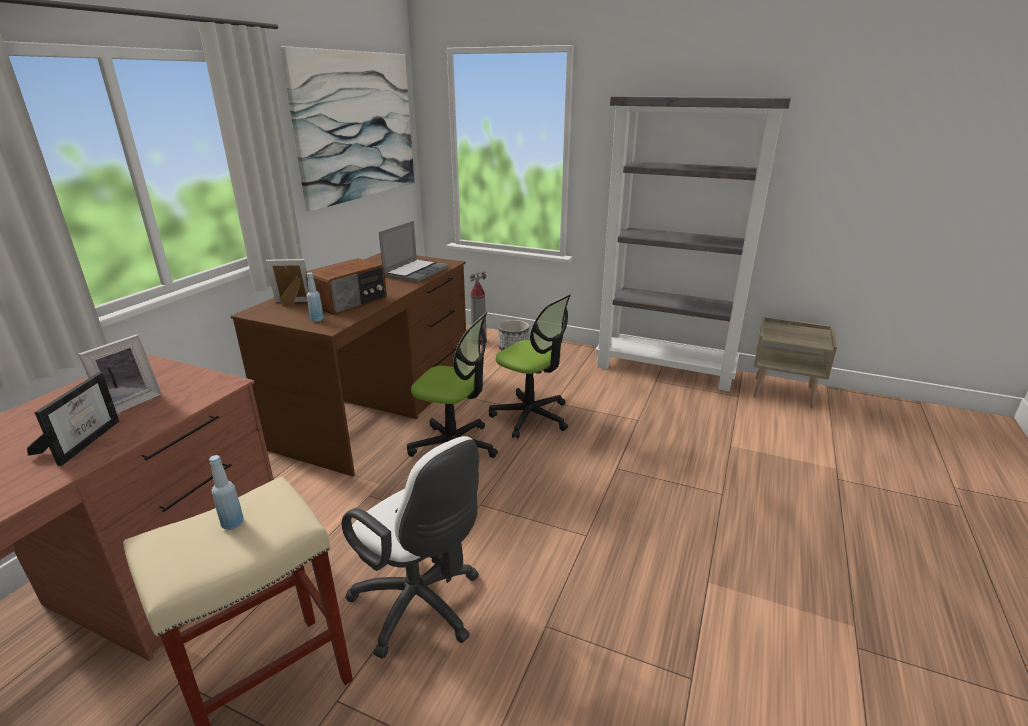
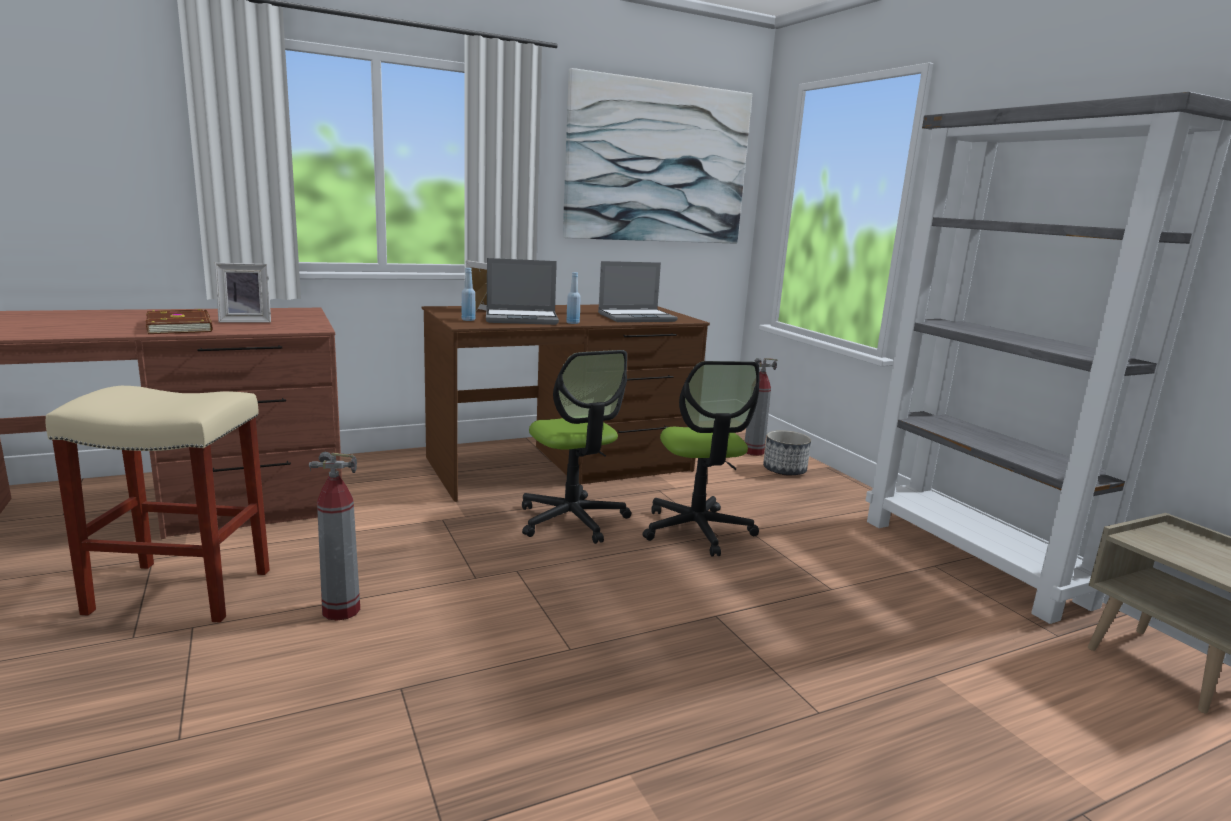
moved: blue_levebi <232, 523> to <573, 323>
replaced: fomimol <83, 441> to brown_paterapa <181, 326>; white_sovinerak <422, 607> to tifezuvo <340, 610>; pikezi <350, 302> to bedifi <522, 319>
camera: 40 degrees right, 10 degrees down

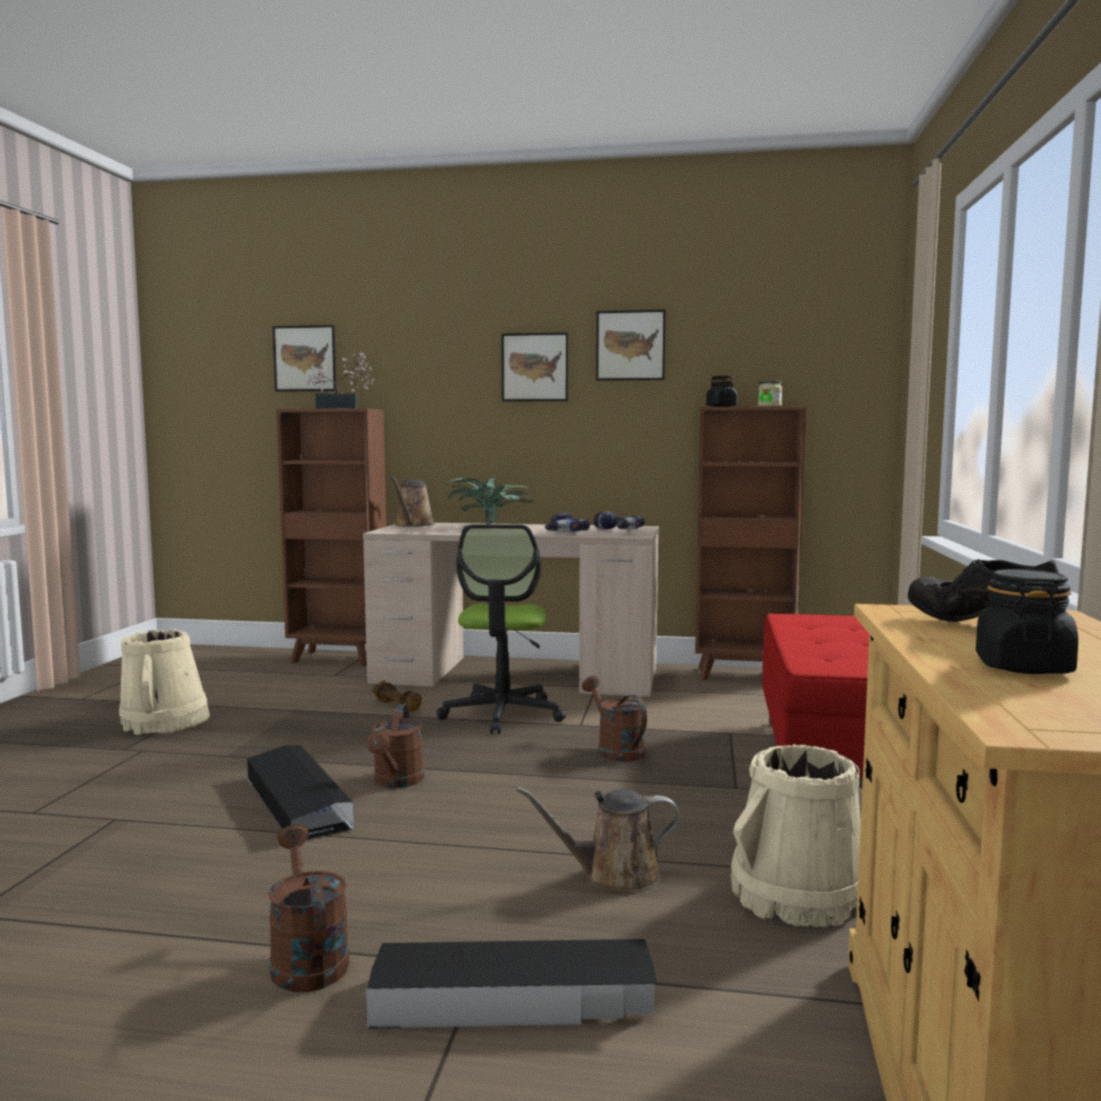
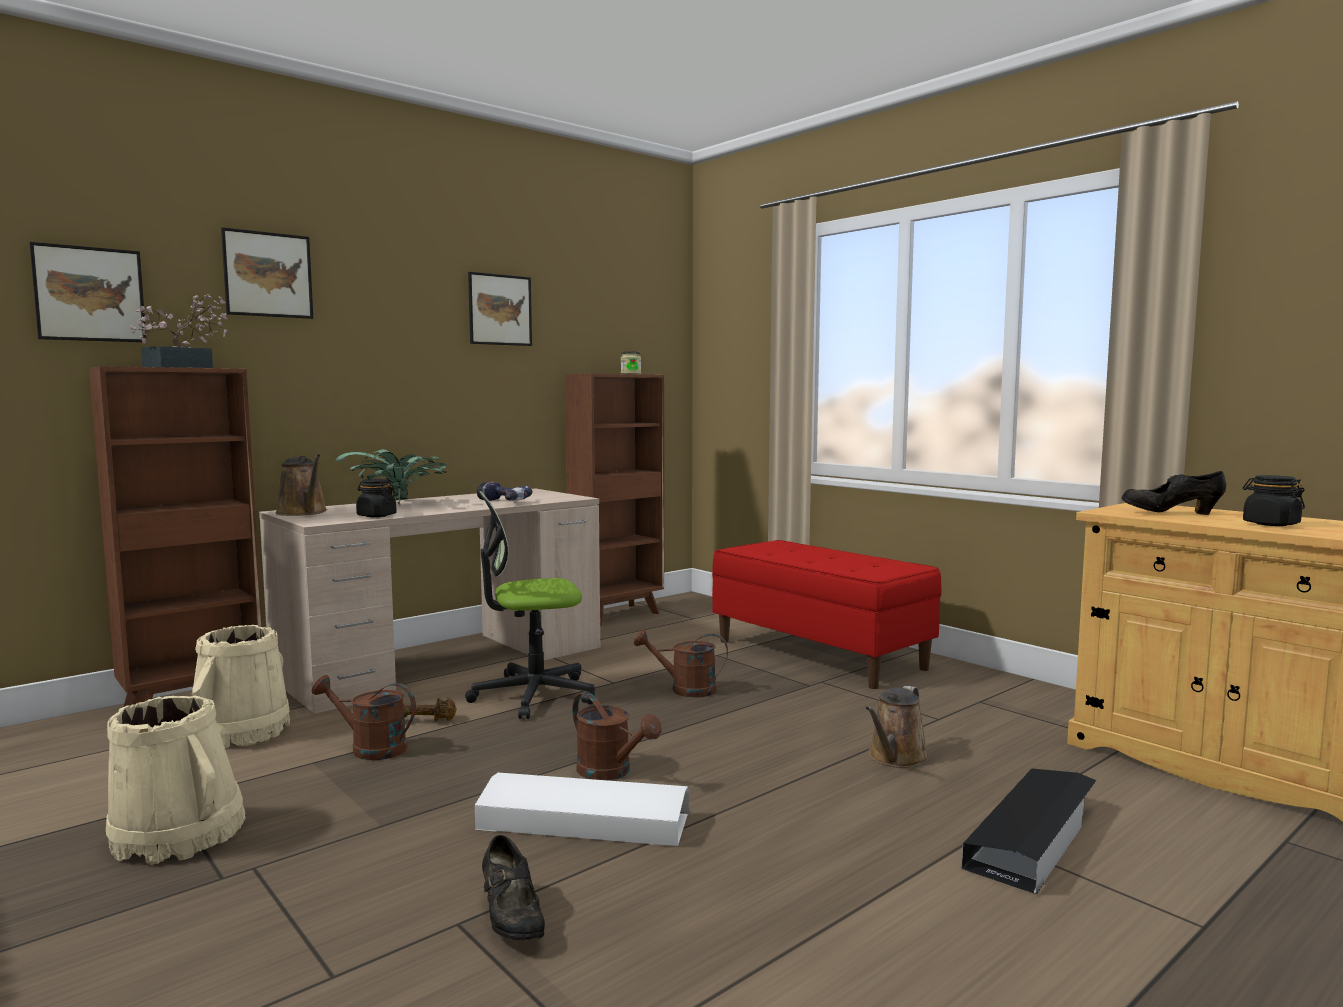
removed: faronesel <614, 531>
added: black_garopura <511, 921>
moved: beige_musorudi <796, 895> to <239, 732>; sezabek <535, 367> to <268, 274>; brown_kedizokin <306, 958> to <370, 748>; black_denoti <721, 407> to <376, 516>
recoloured: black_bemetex <297, 802> to white_bemetex <582, 822>
turned: sovinerak <502, 714> = <533, 695> 120 degrees clockwise
camera: 50 degrees left, 0 degrees up

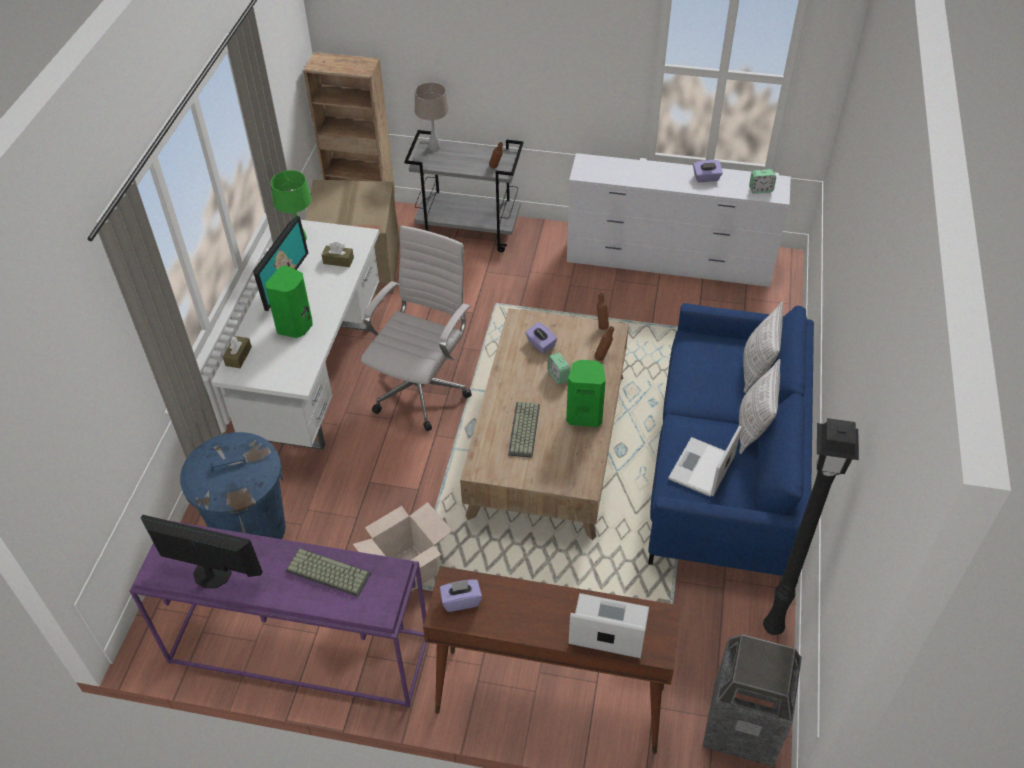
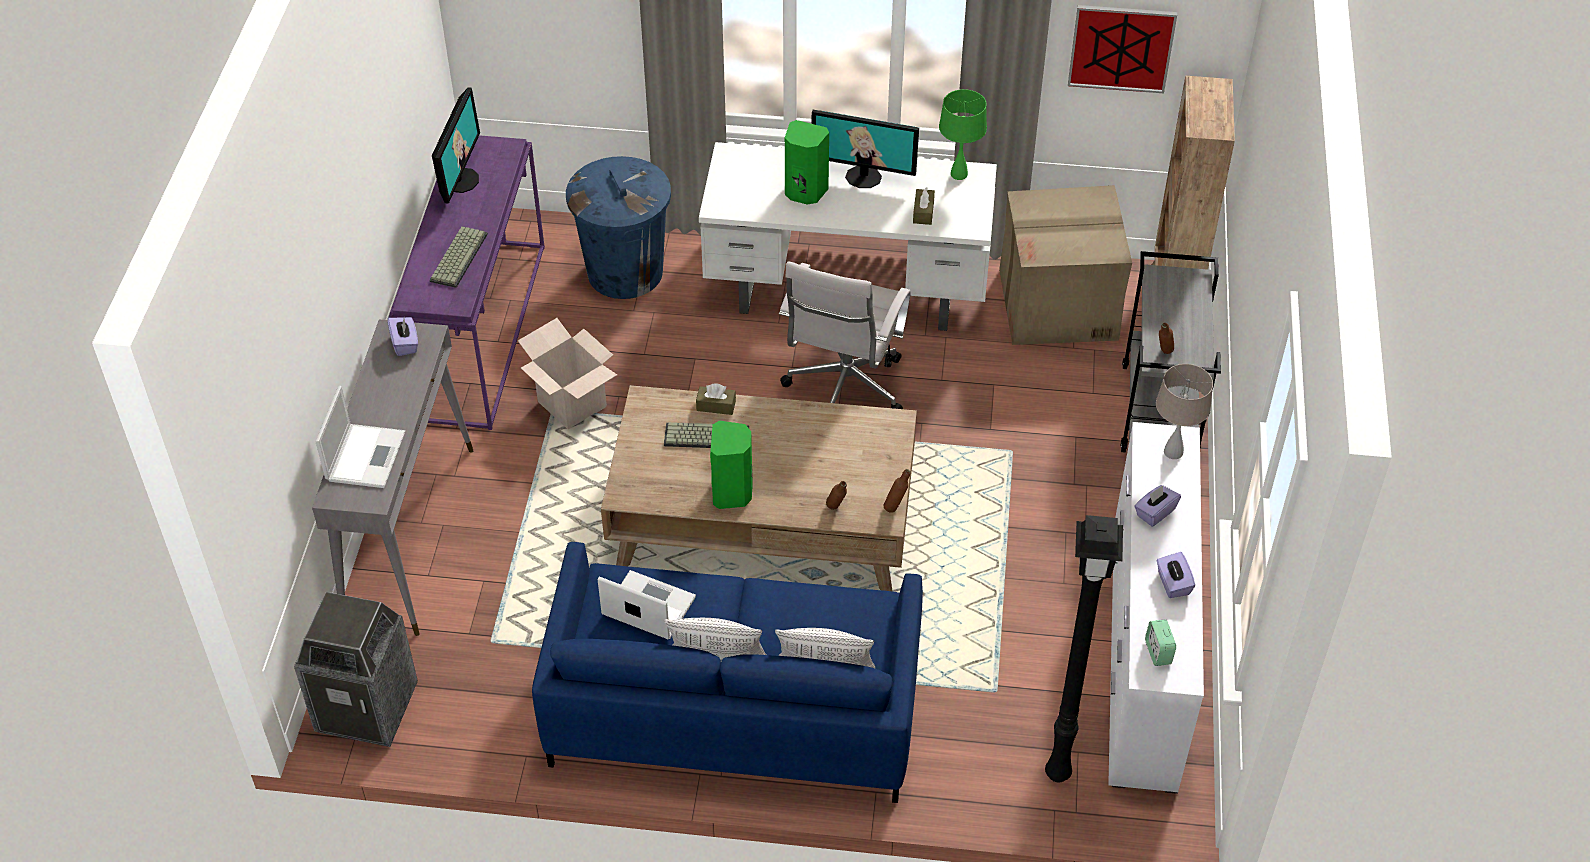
removed: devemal <558, 376>
added: sezabek <1121, 48>
moved: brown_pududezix <238, 356> to <716, 406>; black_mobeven <774, 629> to <1056, 774>; purple_pududezix <540, 344> to <1155, 513>; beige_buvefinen <434, 147> to <1173, 452>
recoloured: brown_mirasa <548, 700> to grey_mirasa <410, 534>
turned: white_sovinerak <423, 389> = <844, 391> 90 degrees clockwise
camera: 85 degrees right, 0 degrees up

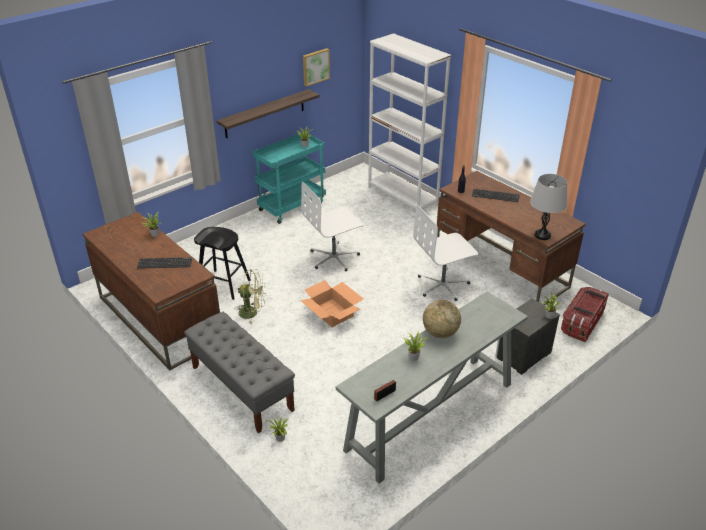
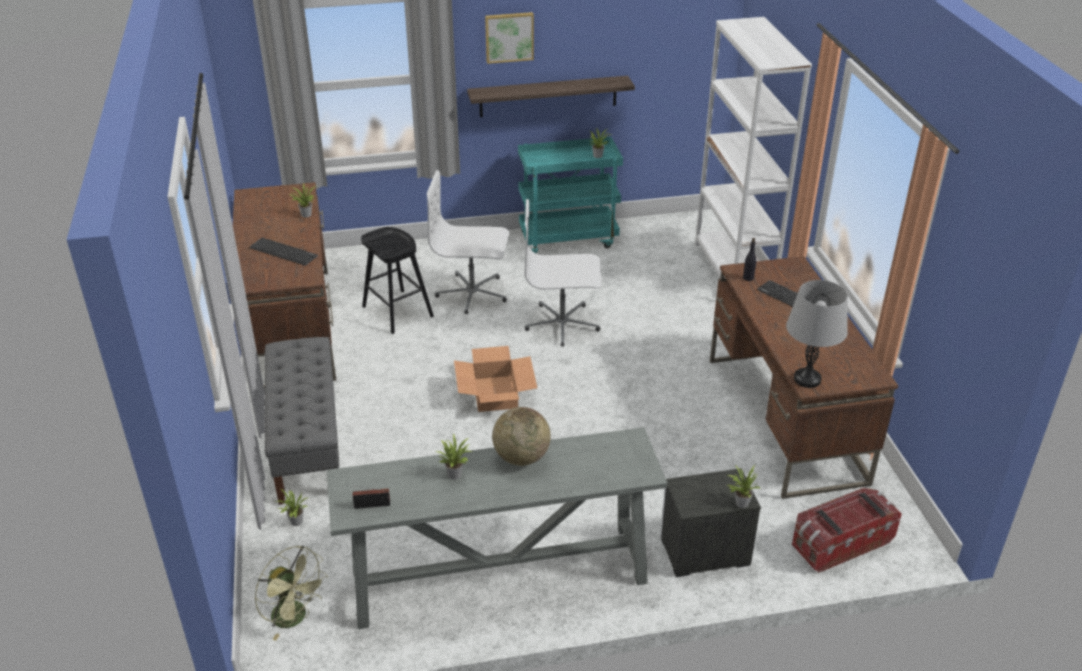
moved: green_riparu <252, 312> to <295, 618>; white_sovinerak <443, 285> to <472, 293>; sezabek <315, 66> to <509, 37>
camera: 30 degrees right, 0 degrees up

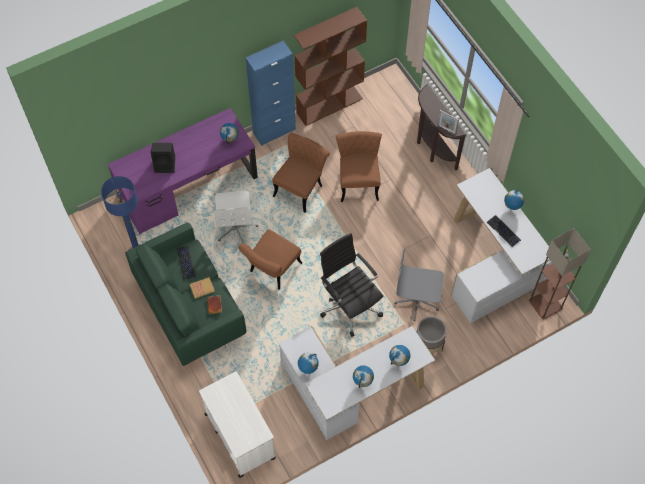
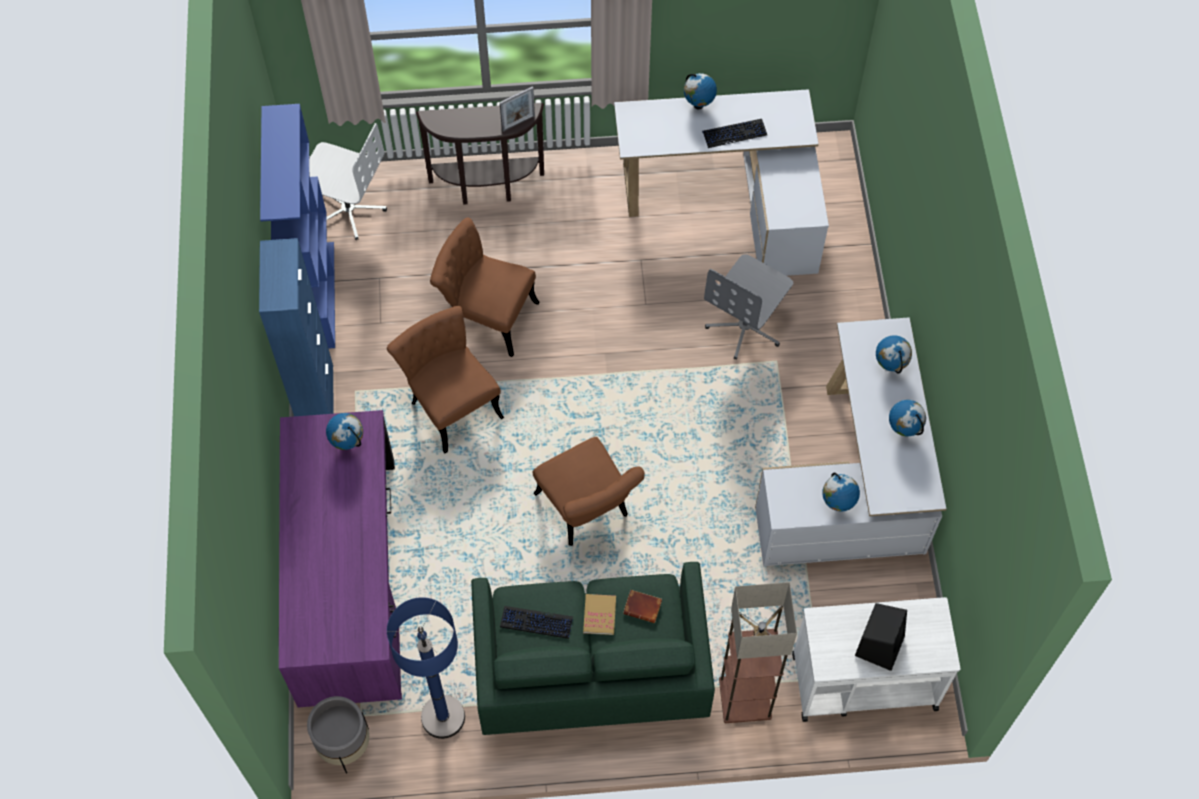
removed: black_sovinerak <350, 305>
moved: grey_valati <428, 344> to <344, 745>; white_sovinerak <236, 227> to <348, 209>; mobeven <544, 304> to <744, 699>; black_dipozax <165, 164> to <879, 644>
recoloured: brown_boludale <329, 105> to blue_boludale <316, 295>
camera: 65 degrees left, 0 degrees up

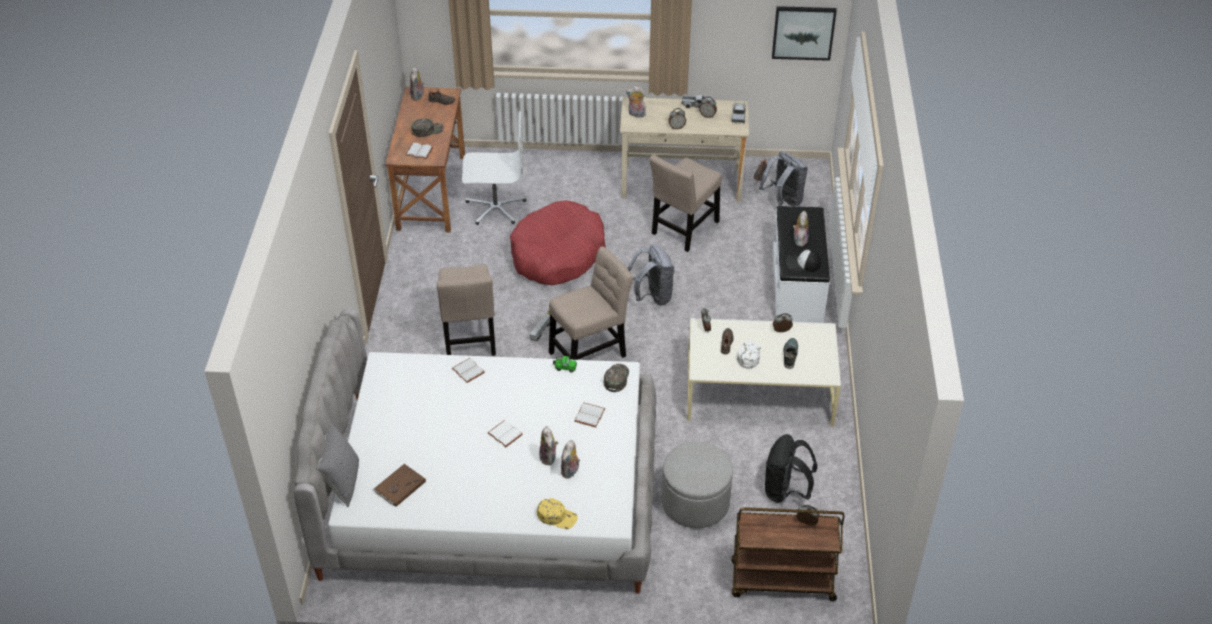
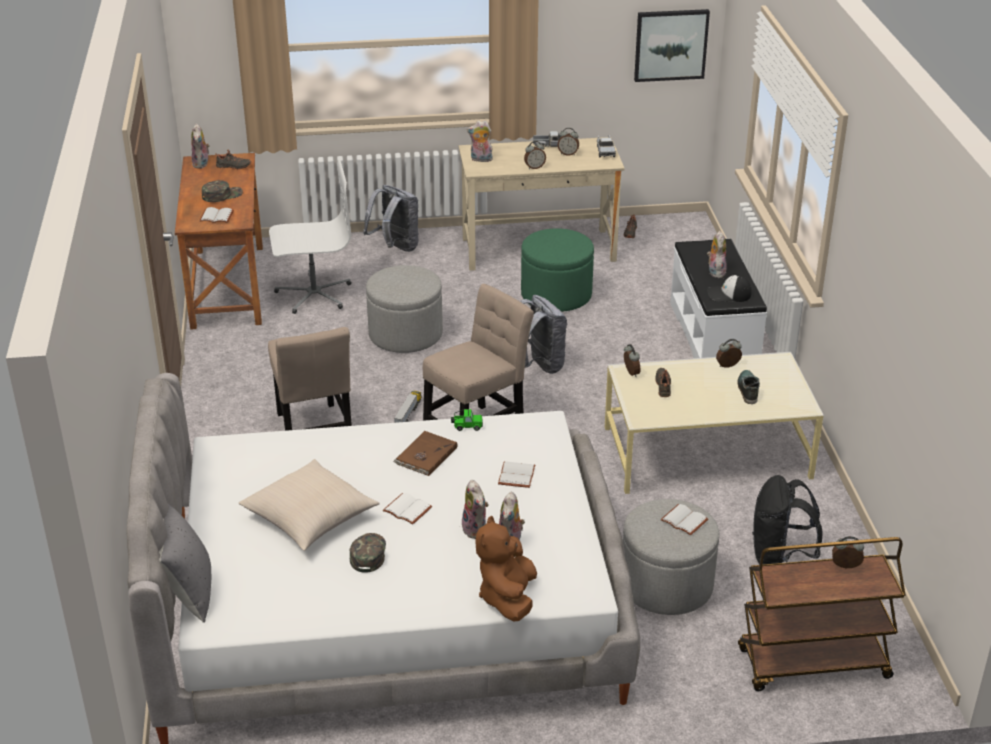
removed: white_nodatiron <748, 355>
added: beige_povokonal <310, 518>
moved: green_nodatiron <616, 378> to <367, 554>; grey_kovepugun <783, 201> to <395, 248>; brown_paterapa <399, 486> to <425, 456>; white_paterapa <469, 371> to <685, 520>
replaced: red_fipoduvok <557, 254> to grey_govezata <405, 334>; yellow_nodatiron <557, 516> to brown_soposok <508, 598>; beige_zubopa <683, 230> to green_govezata <556, 295>
camera: 10 degrees left, 10 degrees down

